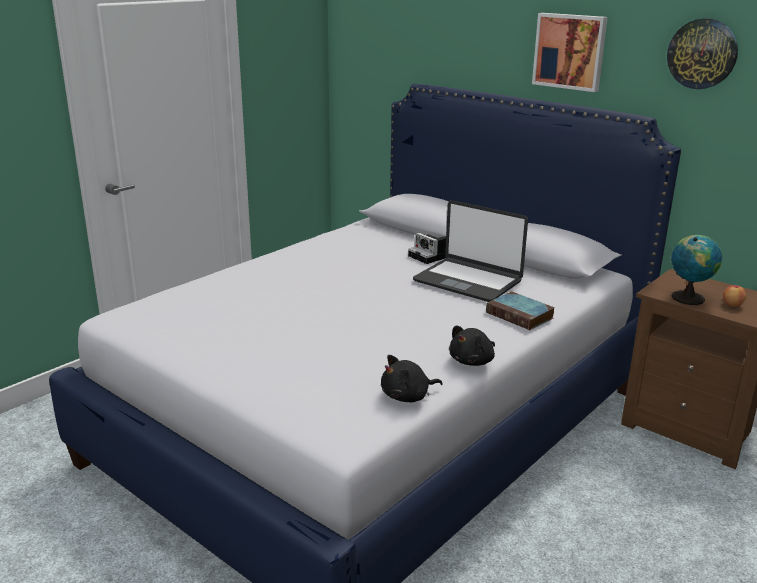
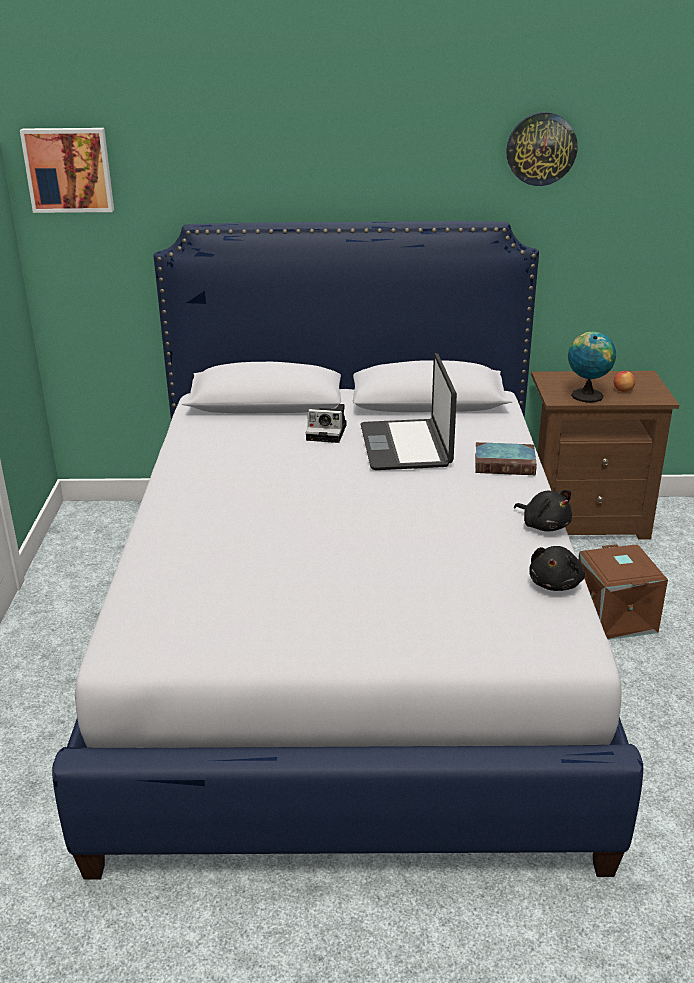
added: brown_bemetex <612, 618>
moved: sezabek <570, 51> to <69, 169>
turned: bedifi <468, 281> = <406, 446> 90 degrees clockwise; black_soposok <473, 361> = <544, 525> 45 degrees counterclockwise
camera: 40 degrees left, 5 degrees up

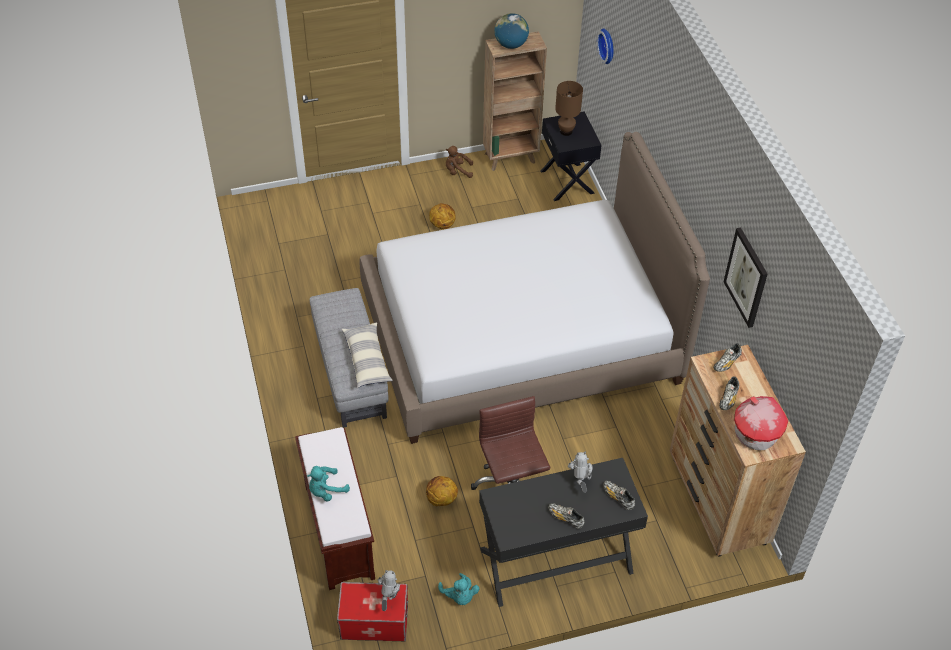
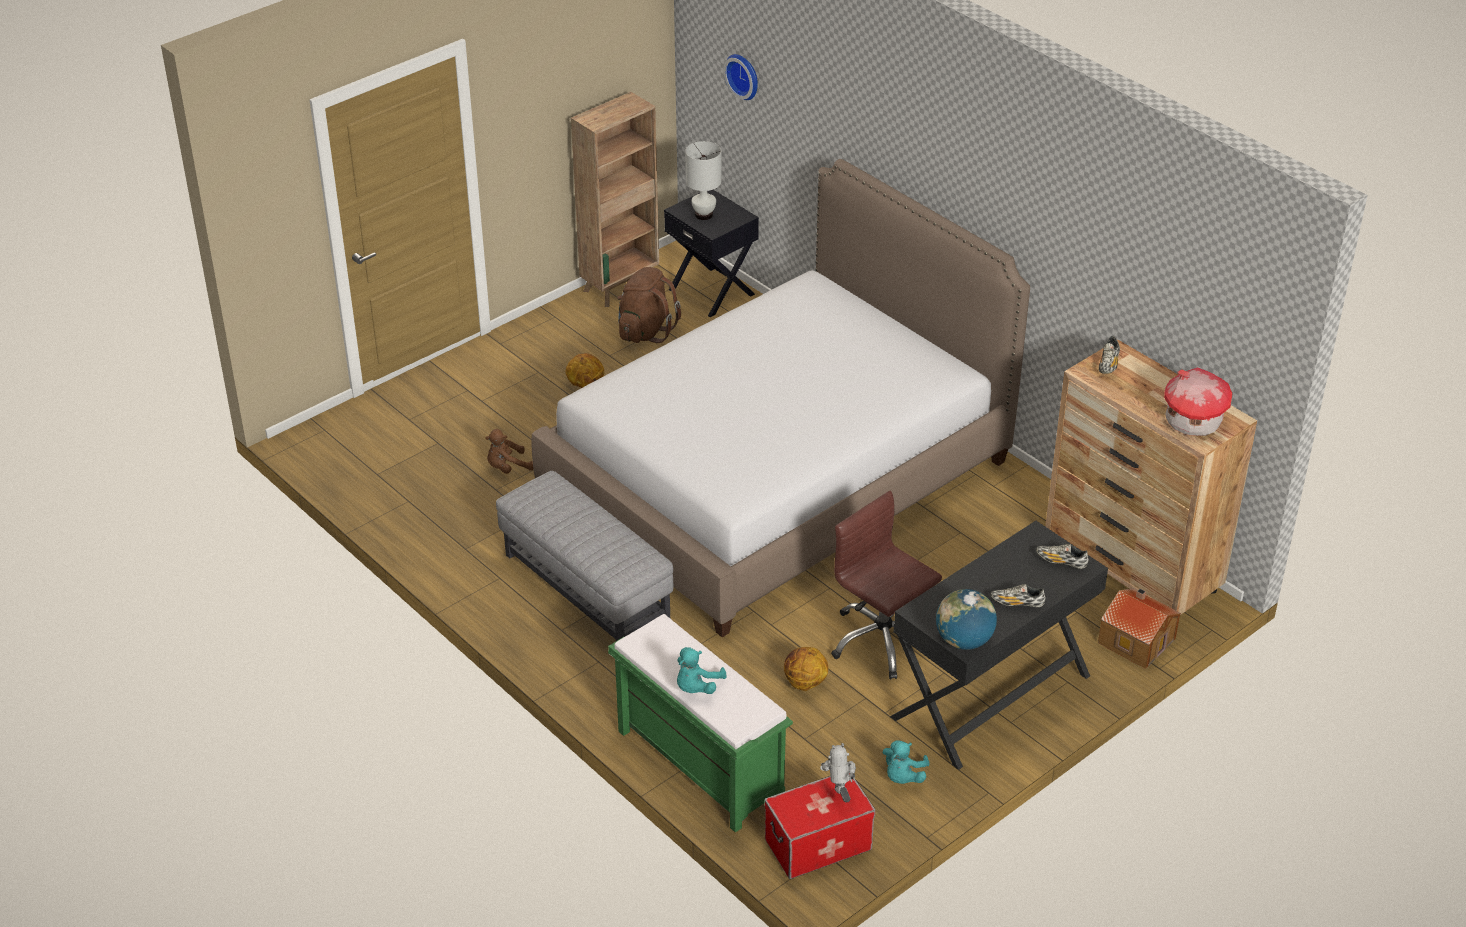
removed: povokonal <367, 360>; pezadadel <579, 483>; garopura <728, 398>; sezabek <746, 277>
added: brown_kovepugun <645, 331>; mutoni <1136, 639>
moved: brown_soposok <457, 171> to <507, 467>; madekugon <511, 45> to <964, 641>
recoloured: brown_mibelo <338, 530> to green_mibelo <698, 764>; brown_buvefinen <566, 131> to white_buvefinen <704, 214>
turned: turquoise_soposok <459, 596> = <903, 777> 75 degrees clockwise
camera: 25 degrees left, 10 degrees down

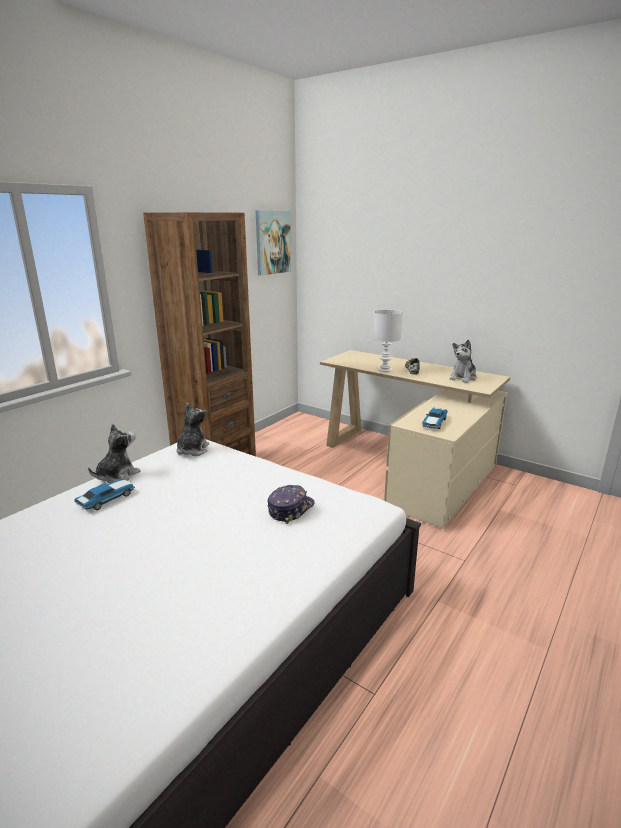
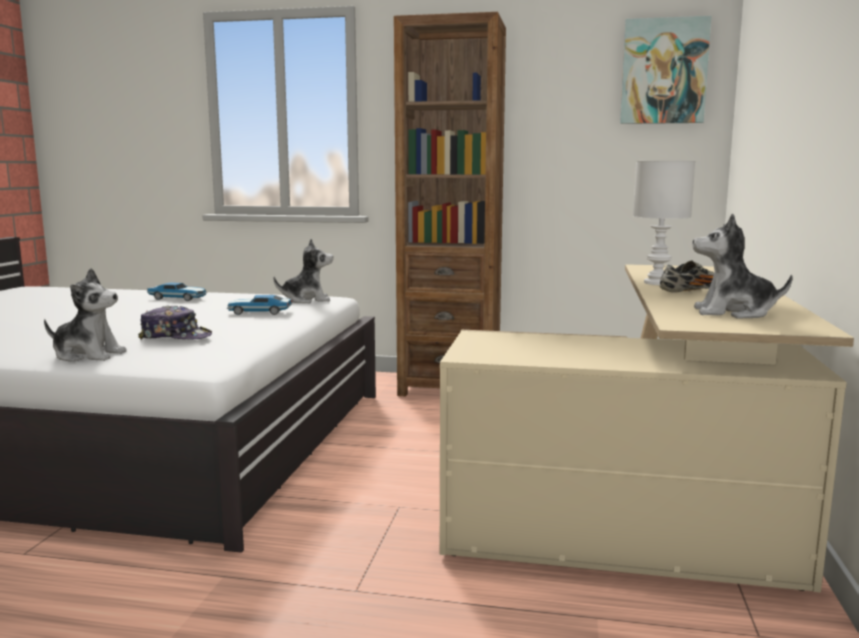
moved: soposok <117, 476> to <88, 355>; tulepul <434, 423> to <258, 312>
camera: 65 degrees right, 10 degrees down

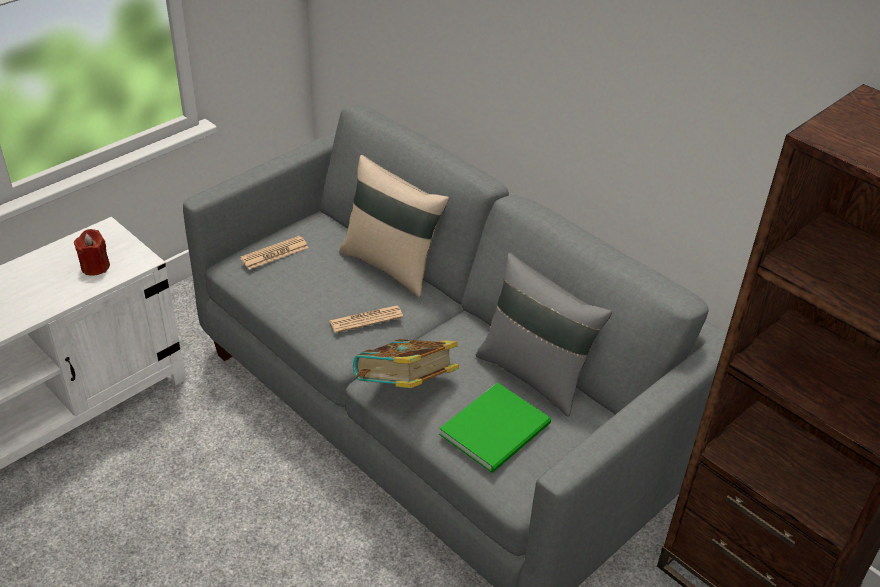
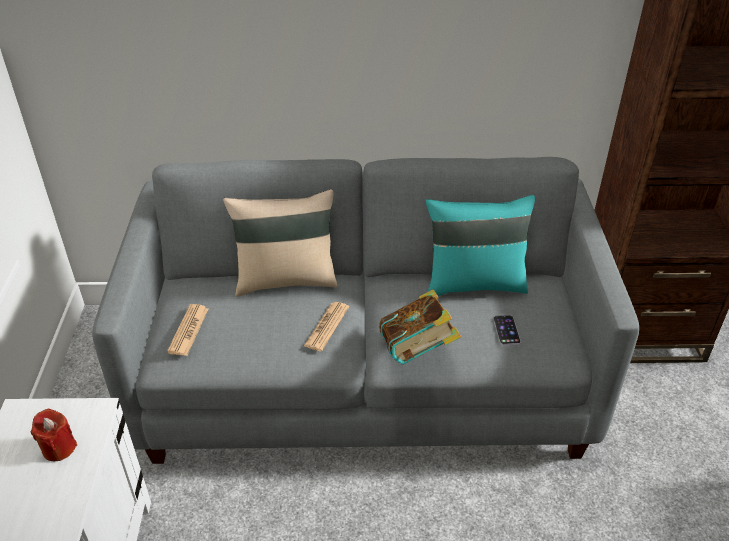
replaced: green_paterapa <498, 429> to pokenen <506, 330>
recoloured: grey_povokonal <535, 374> to turquoise_povokonal <474, 283>
camera: 45 degrees left, 0 degrees up

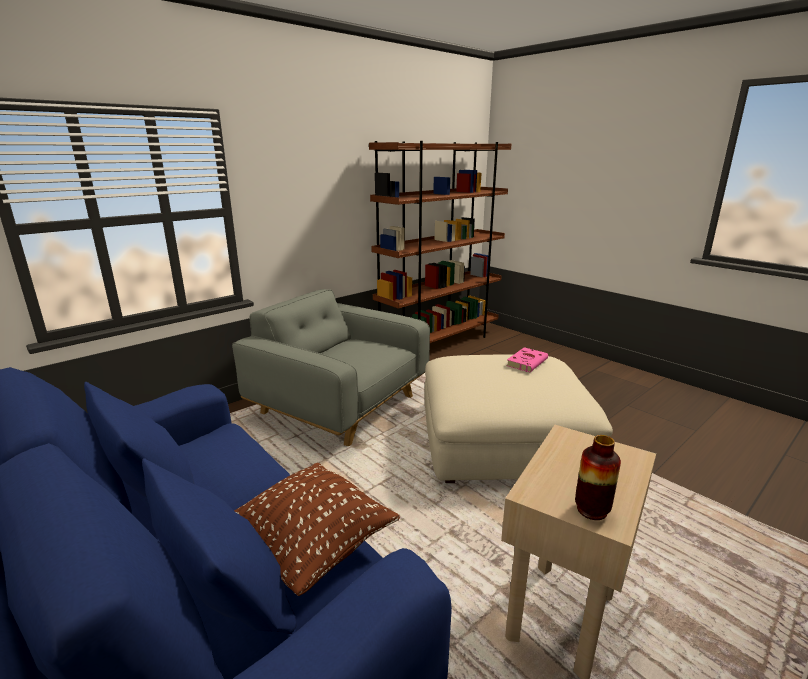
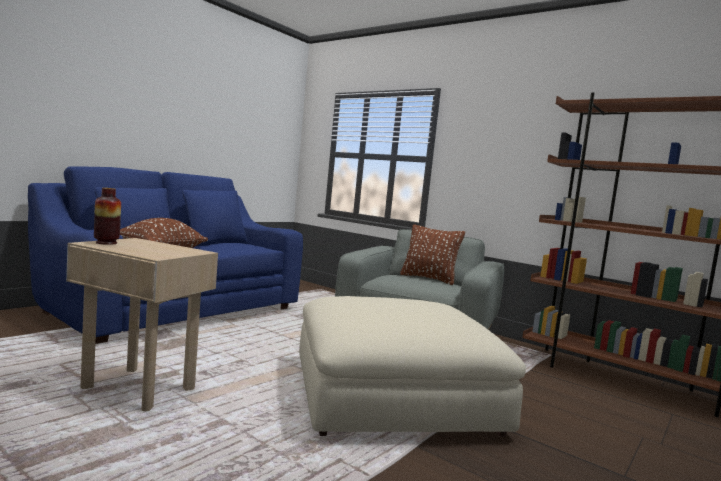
removed: pink_paterapa <527, 362>
added: brown_povokonal <428, 279>
camera: 80 degrees right, 15 degrees down

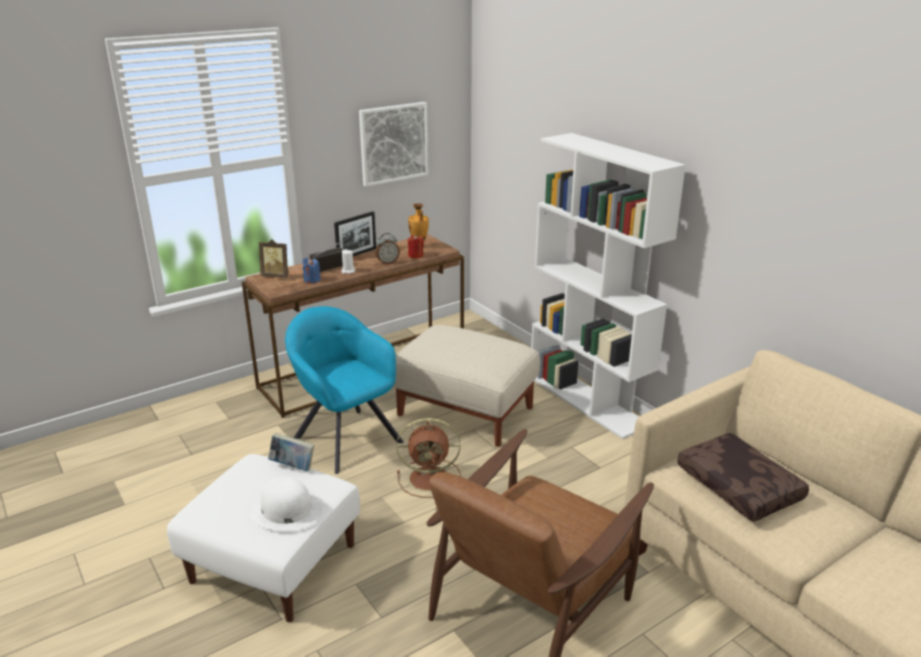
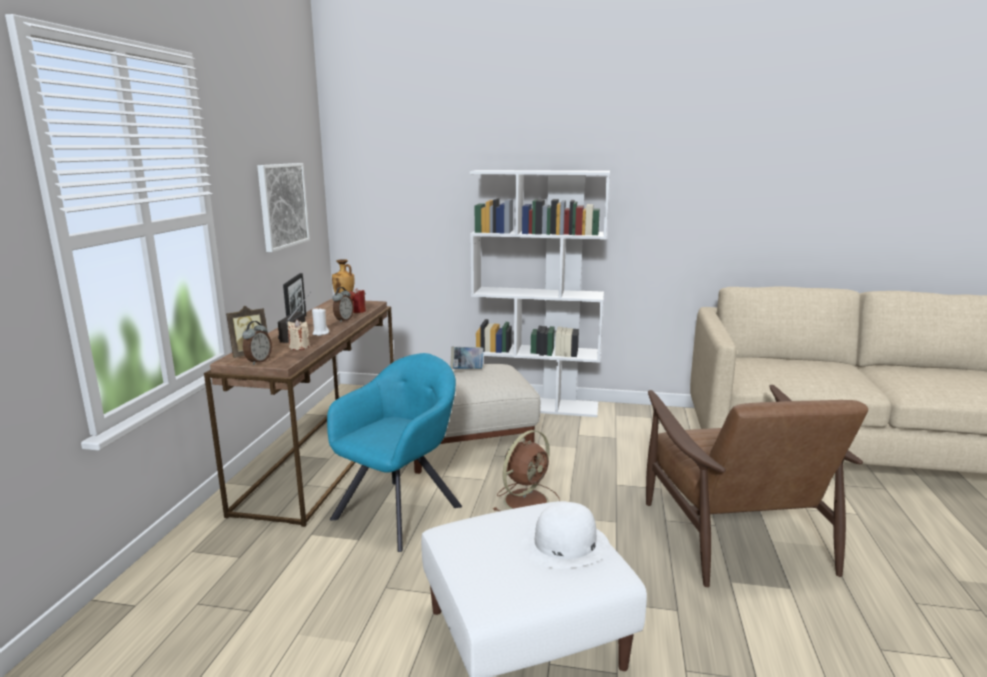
removed: brown_povokonal <740, 486>
added: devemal <258, 361>
moved: paterapa <293, 466> to <467, 370>
recoloured: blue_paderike <312, 280> to beige_paderike <299, 347>
turned: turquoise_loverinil <345, 437> = <400, 510> 120 degrees clockwise
camera: 45 degrees left, 10 degrees down

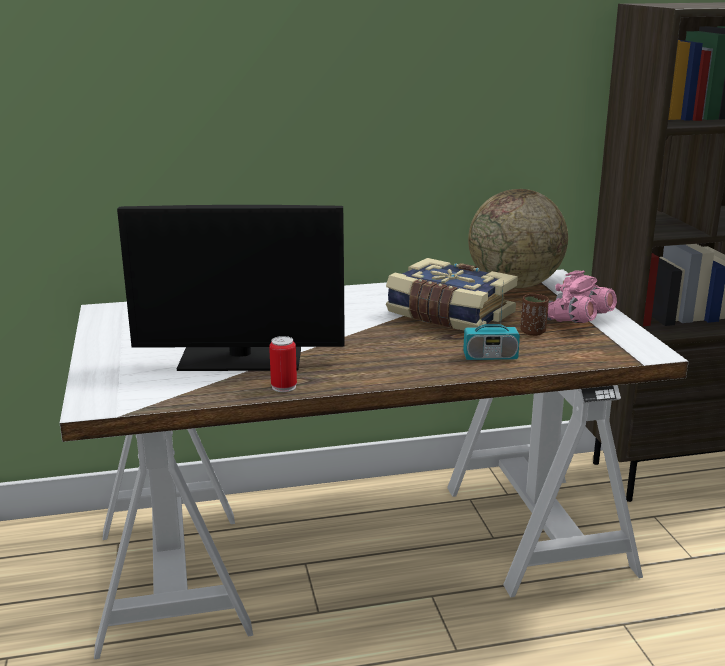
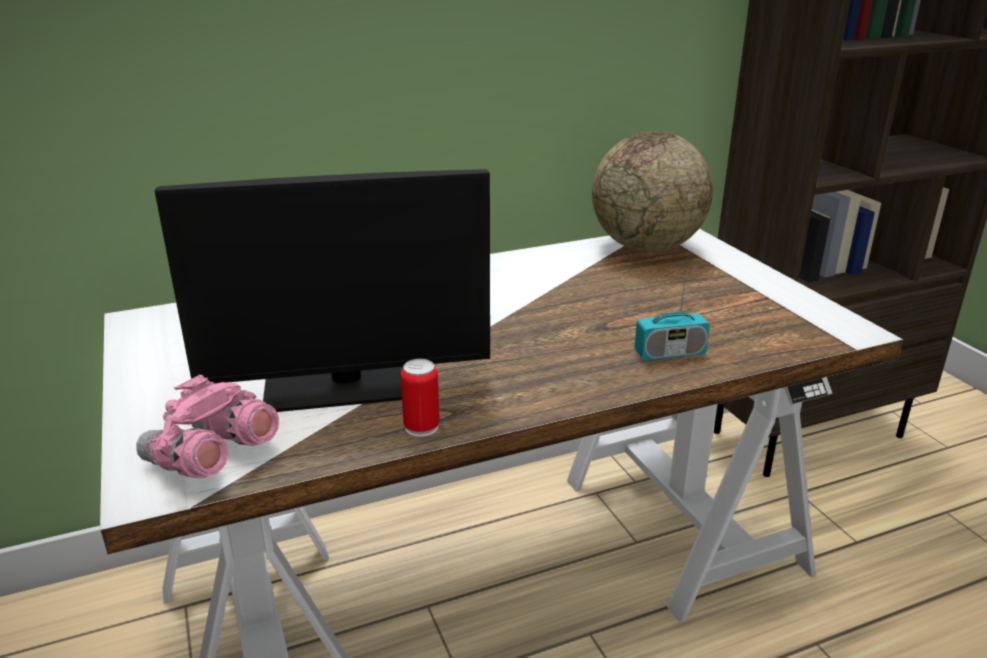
removed: paterapa <449, 315>; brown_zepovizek <533, 332>
moved: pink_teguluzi <574, 321> to <211, 460>
camera: 10 degrees left, 5 degrees up

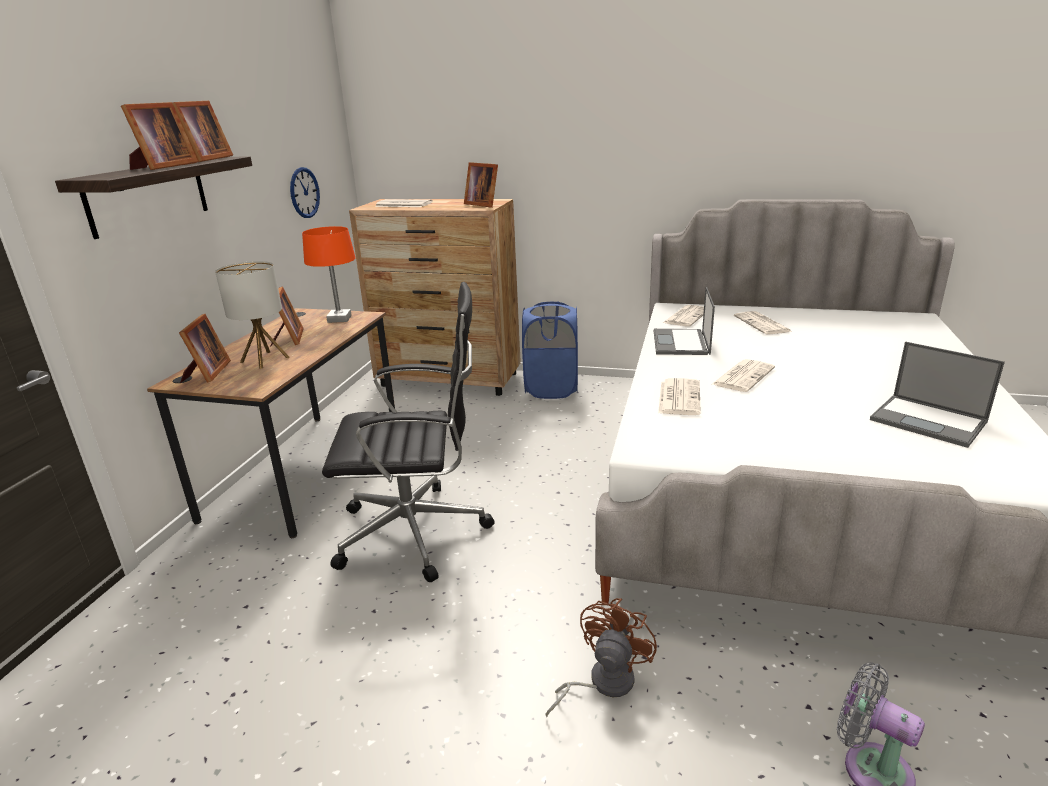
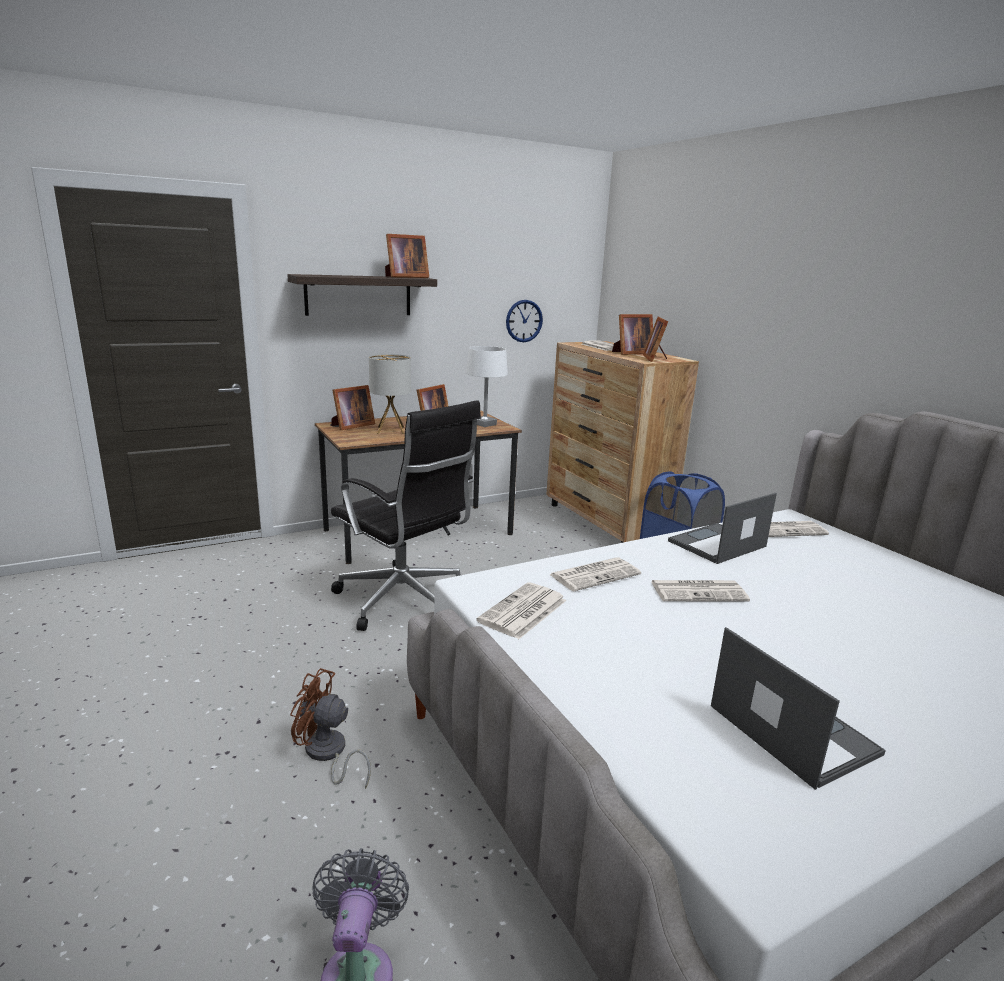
moved: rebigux <763, 324> to <523, 612>; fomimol <163, 167> to <631, 353>
recoloured: orange_buvefinen <339, 319> to white_buvefinen <485, 424>
turned: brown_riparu <602, 683> = <327, 754> 150 degrees counterclockwise; bedifi <929, 421> = <790, 729> 150 degrees clockwise
camera: 45 degrees right, 5 degrees down

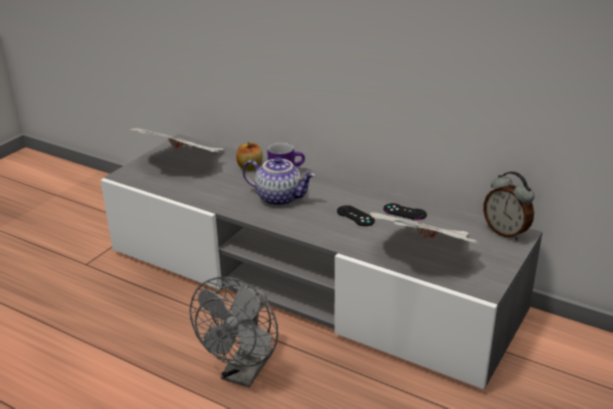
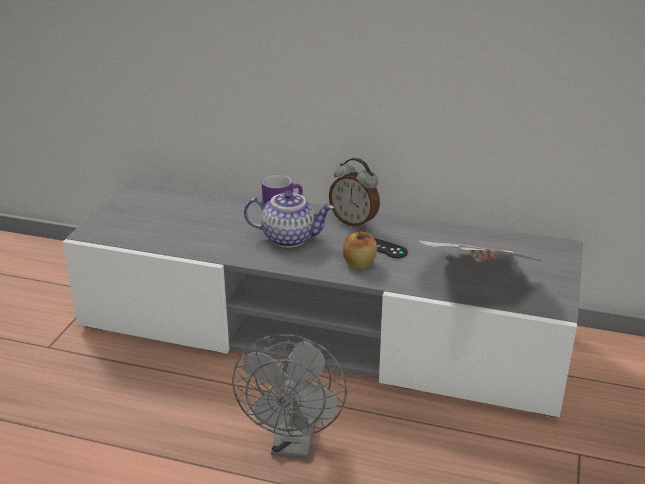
removed: rebigux <183, 162>; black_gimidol <405, 212>
moved: devemal <506, 232> to <354, 222>; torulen <250, 167> to <359, 263>
camera: 15 degrees left, 0 degrees up

